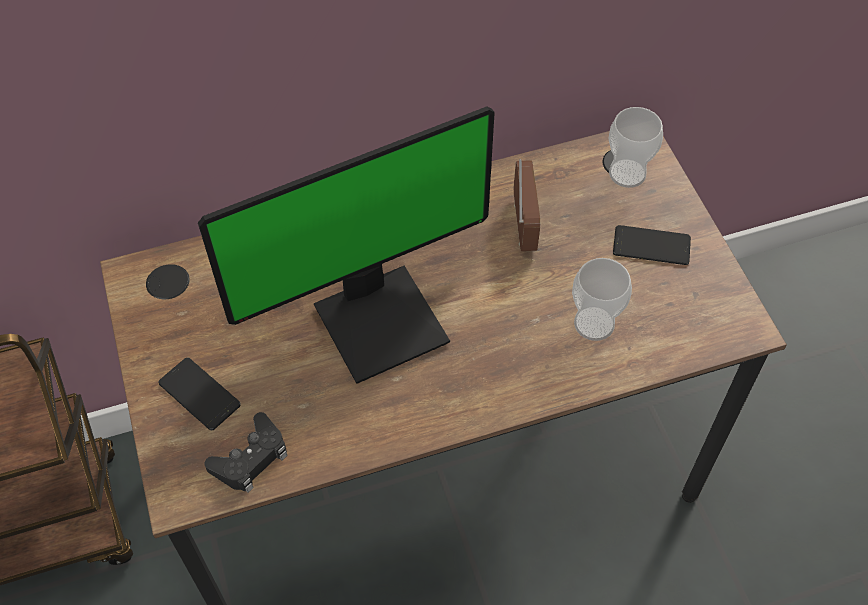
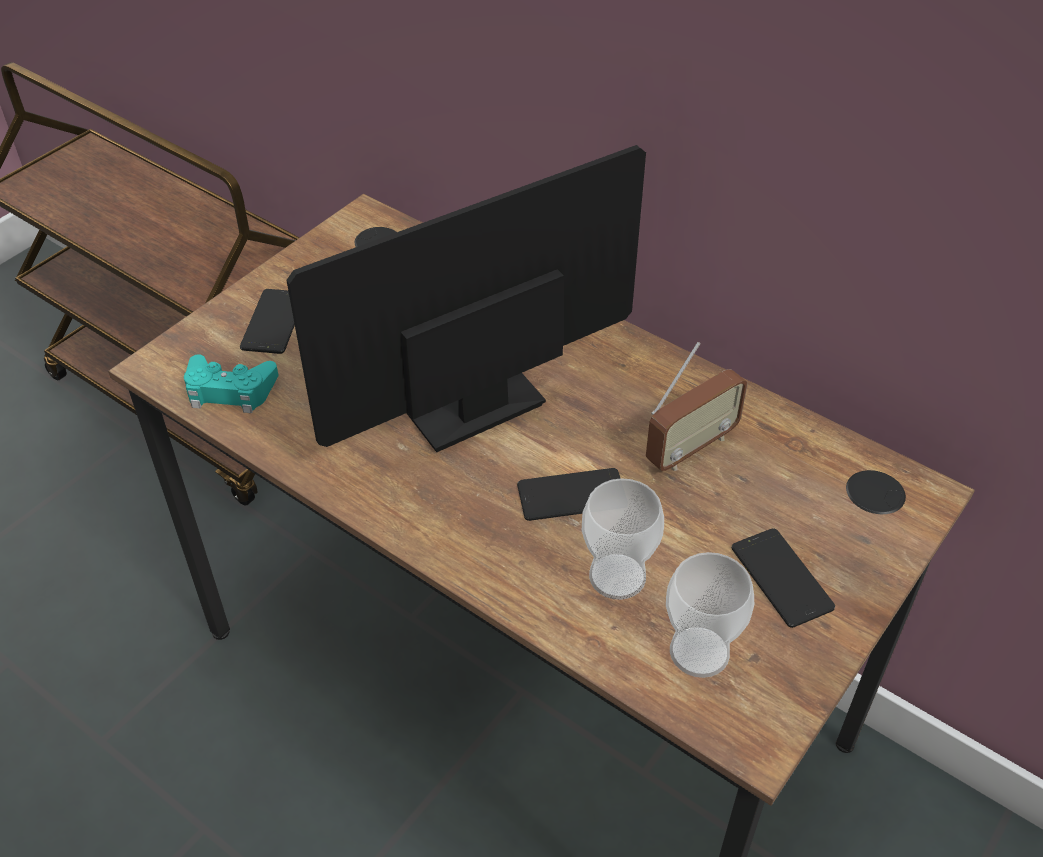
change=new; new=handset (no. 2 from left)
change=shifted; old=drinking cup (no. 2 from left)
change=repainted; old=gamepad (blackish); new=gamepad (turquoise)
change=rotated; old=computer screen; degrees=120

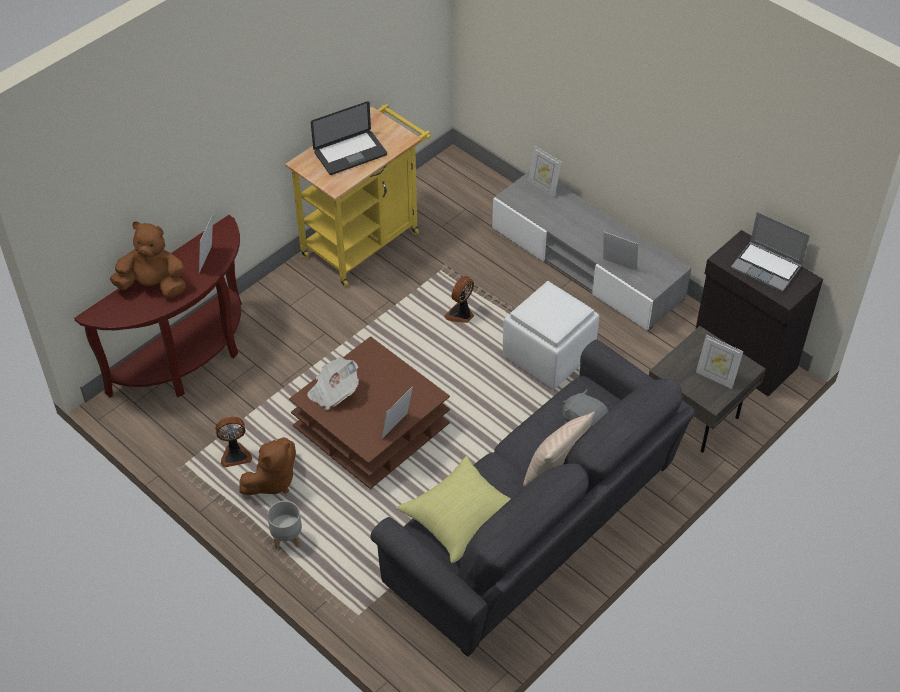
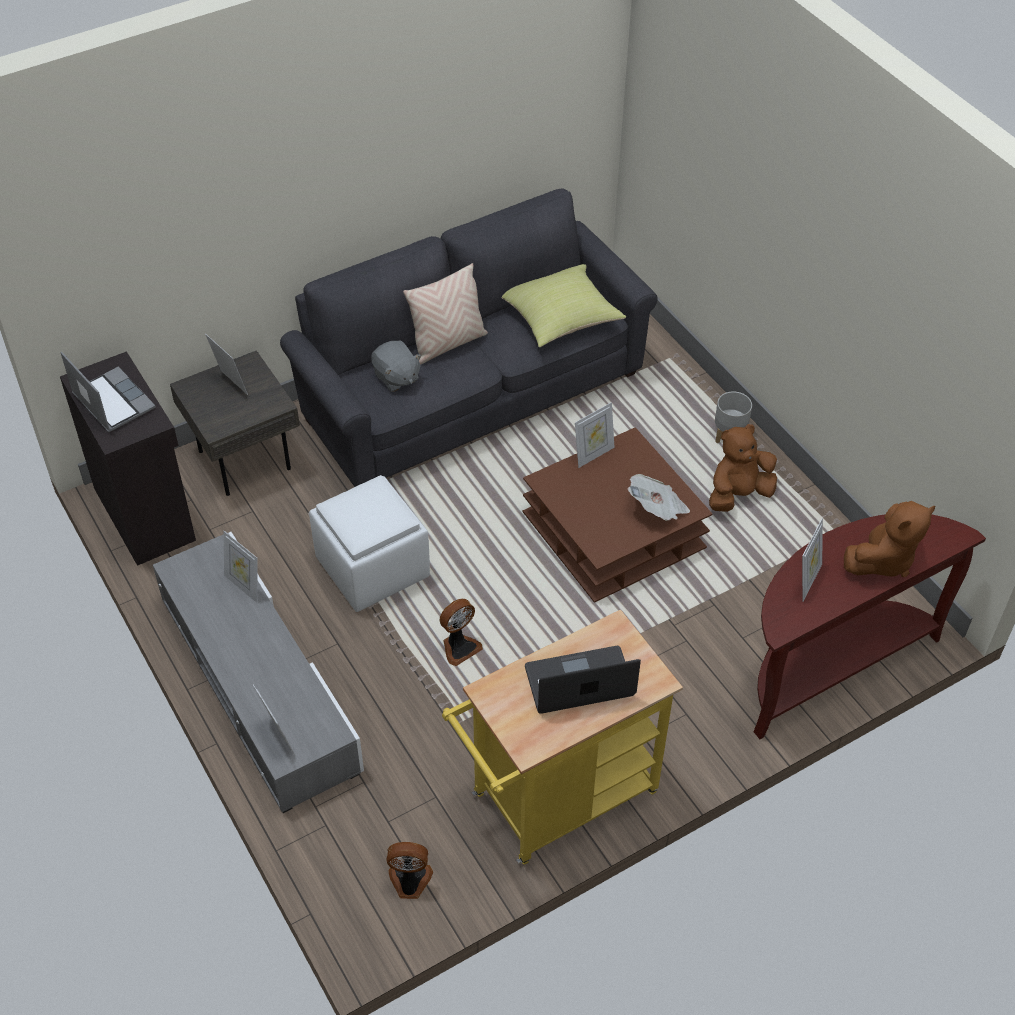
change=shifted; old=electric fan (no. 1 from left)
change=rotated; old=soft toy (brown) (no. 1 from left in the first image); degrees=-60

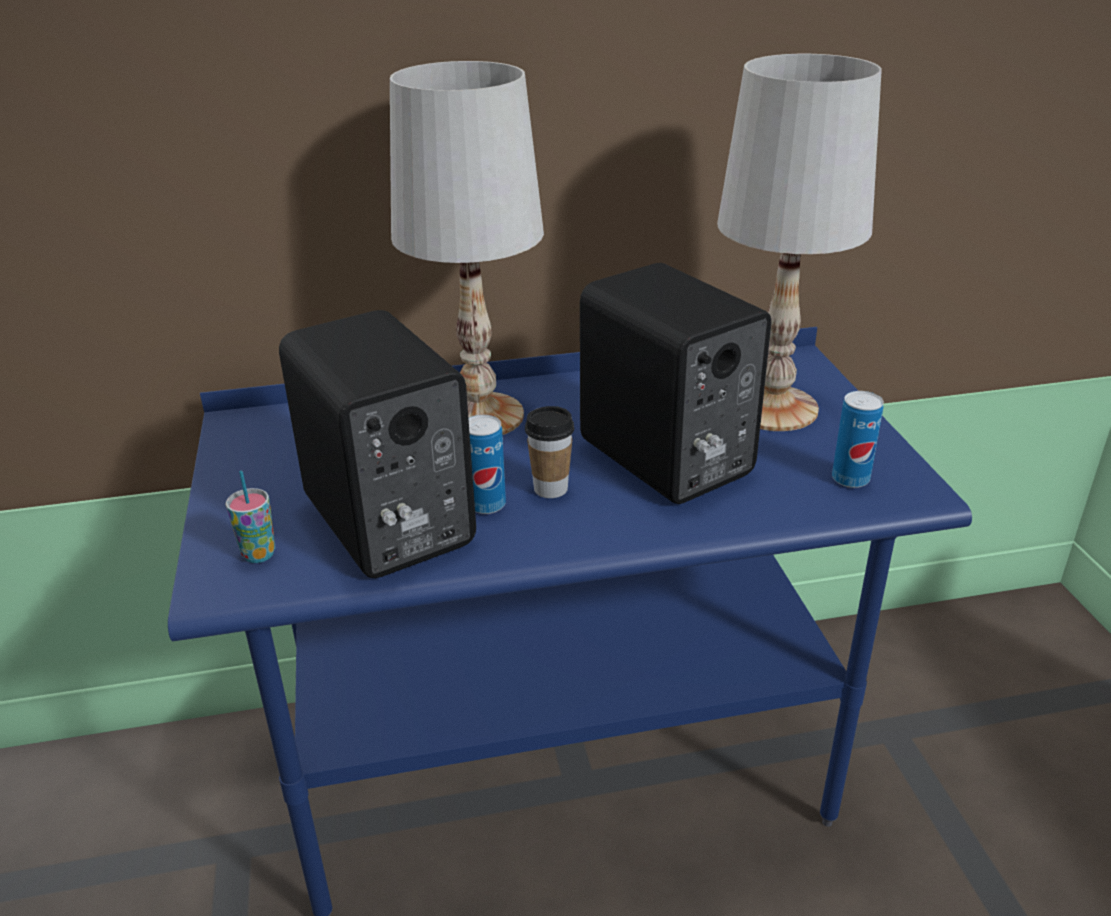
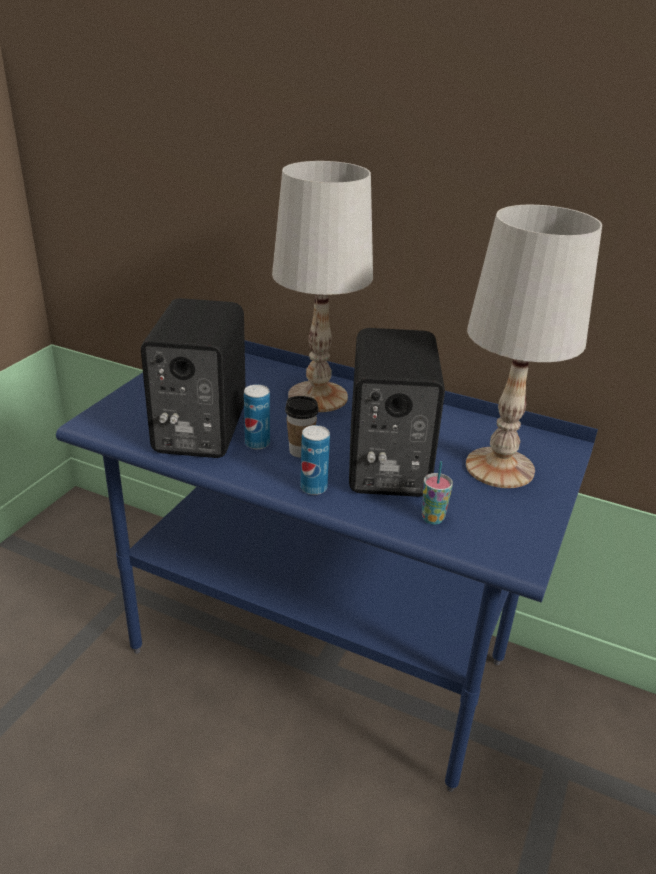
change=shifted; old=drinking cup (no. 1 from left in the first image); new=drinking cup (no. 2 from left)
change=shifted; old=sealed can (no. 2 from left)

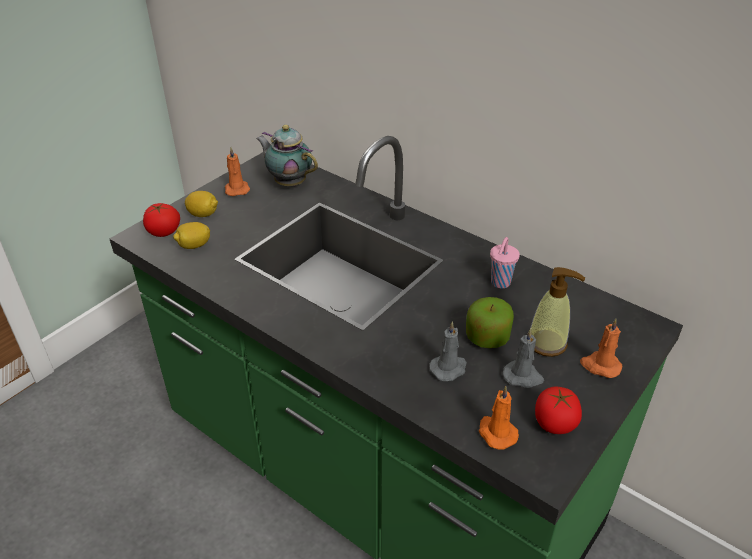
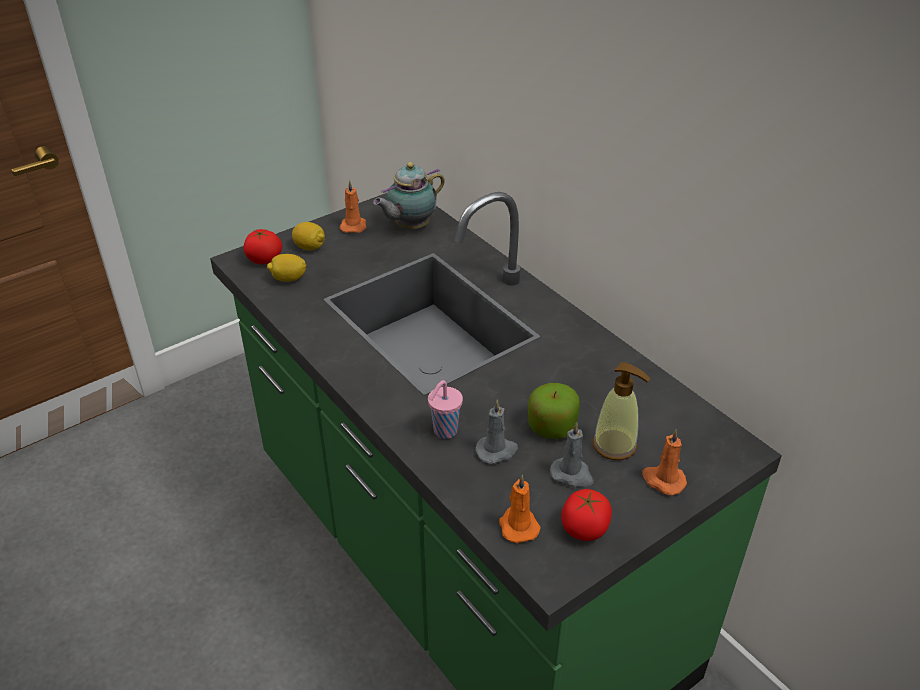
change=shifted; old=drinking cup (pinkish)
change=rotated; old=pot for tea; degrees=-90

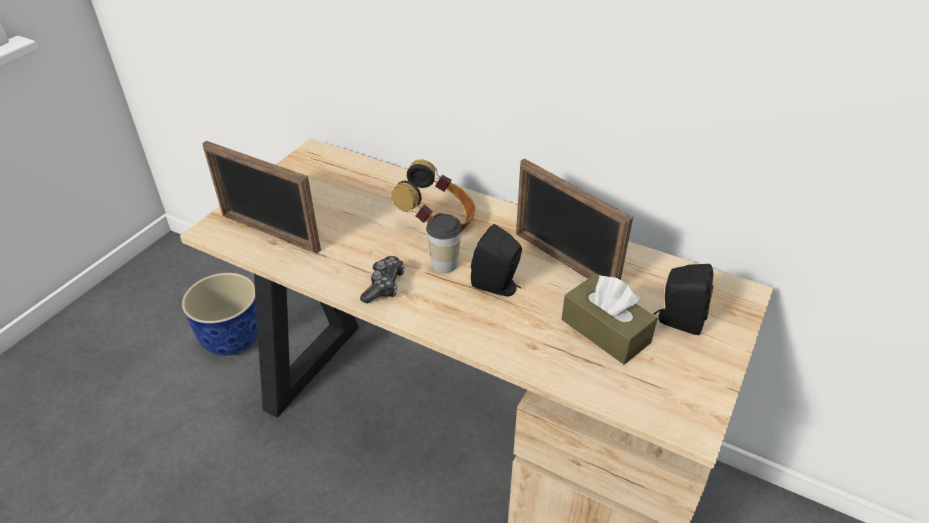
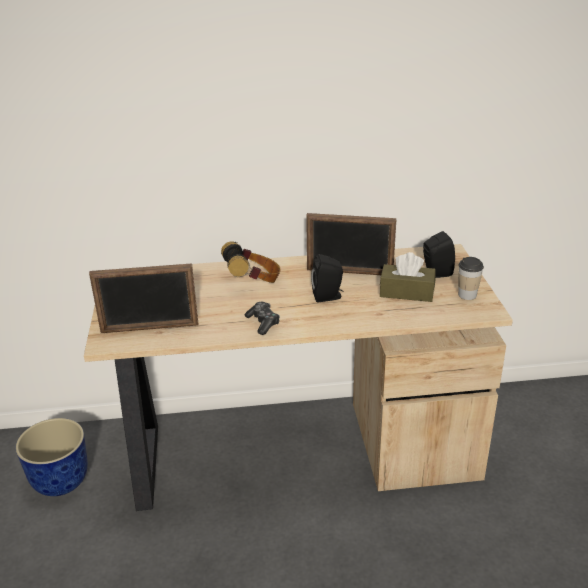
change=shifted; old=drinking cup

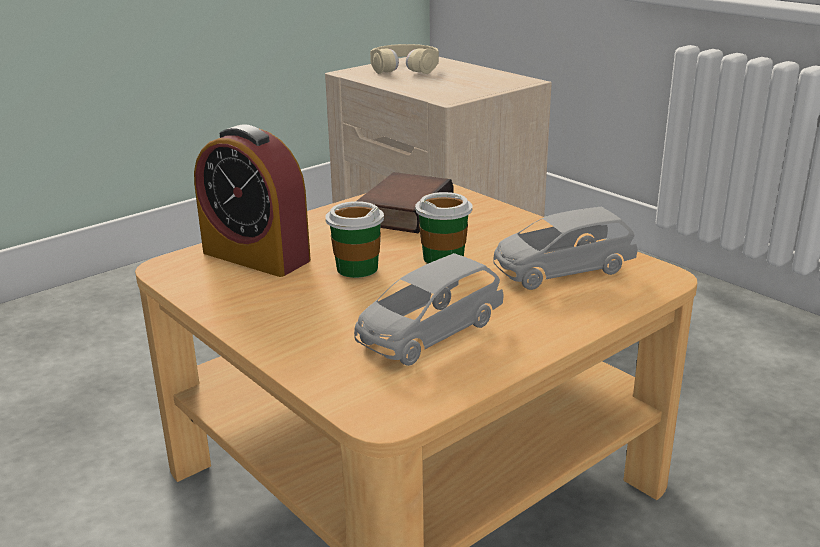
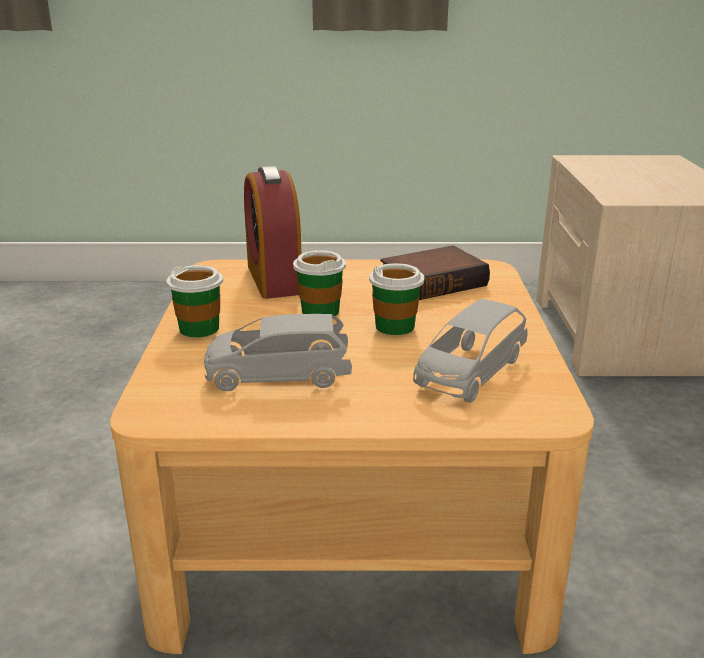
change=gone; old=headset (sand-coloured)
change=new; new=drinking cup (no. 1 from left)
change=rotated; old=miniature car (grey) (no. 2 from left); degrees=-75

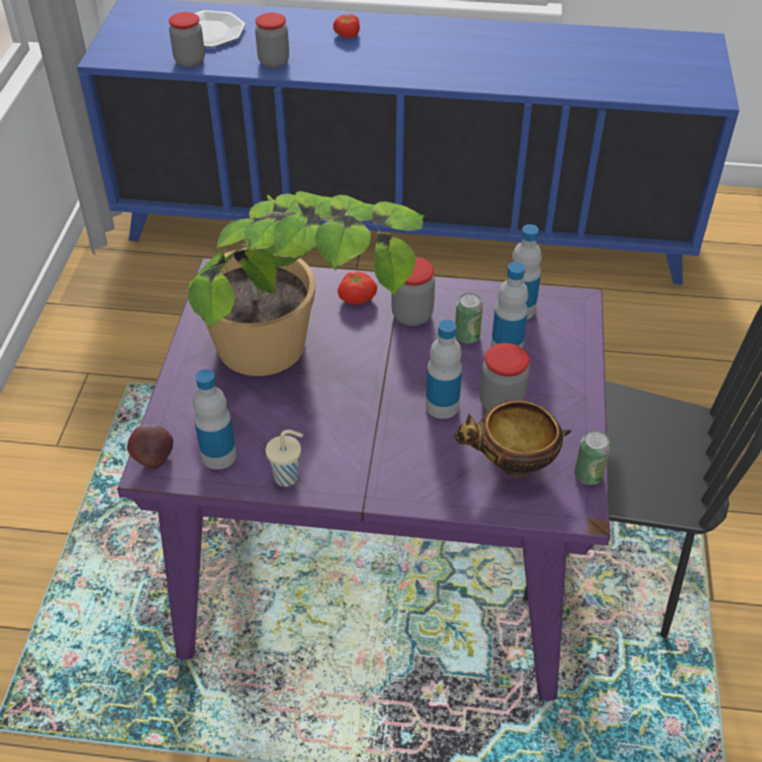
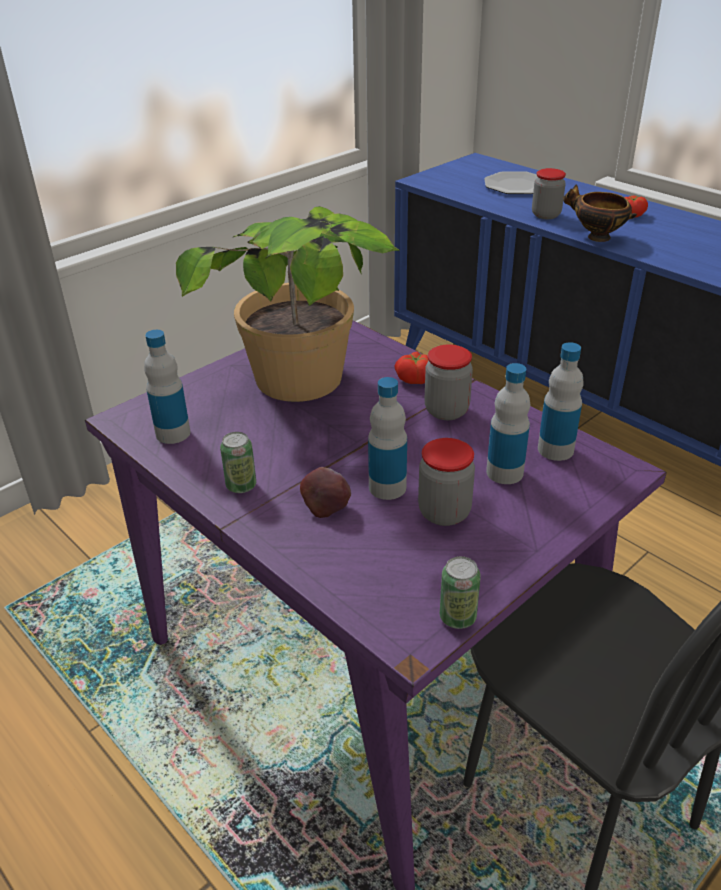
change=gone; old=storage jar (no. 1 from left)
change=gone; old=drinking cup (sand-coloured)
change=shifted; old=apple fruit
change=shifted; old=deep dish
change=shifted; old=sealed can (no. 1 from left)

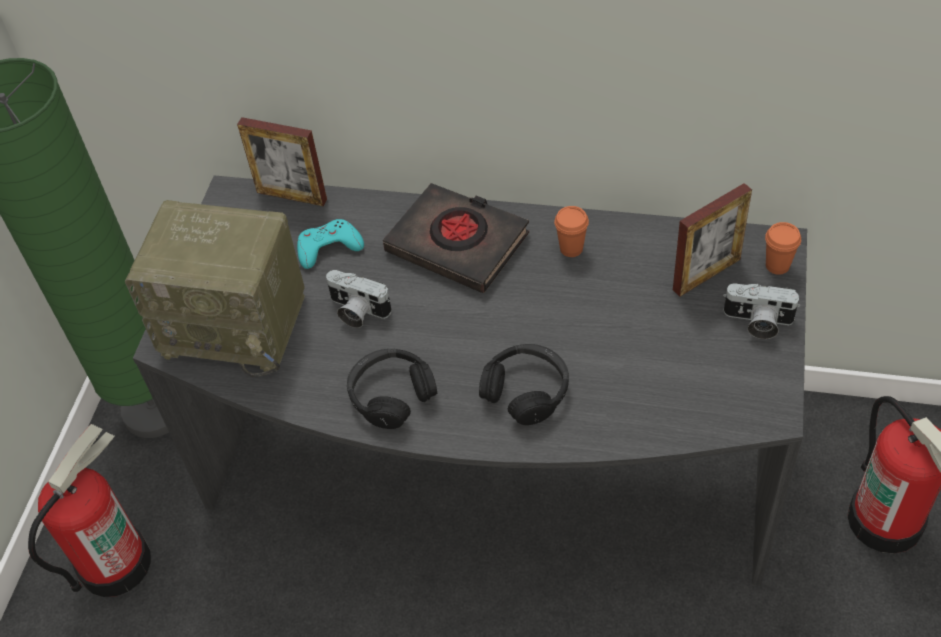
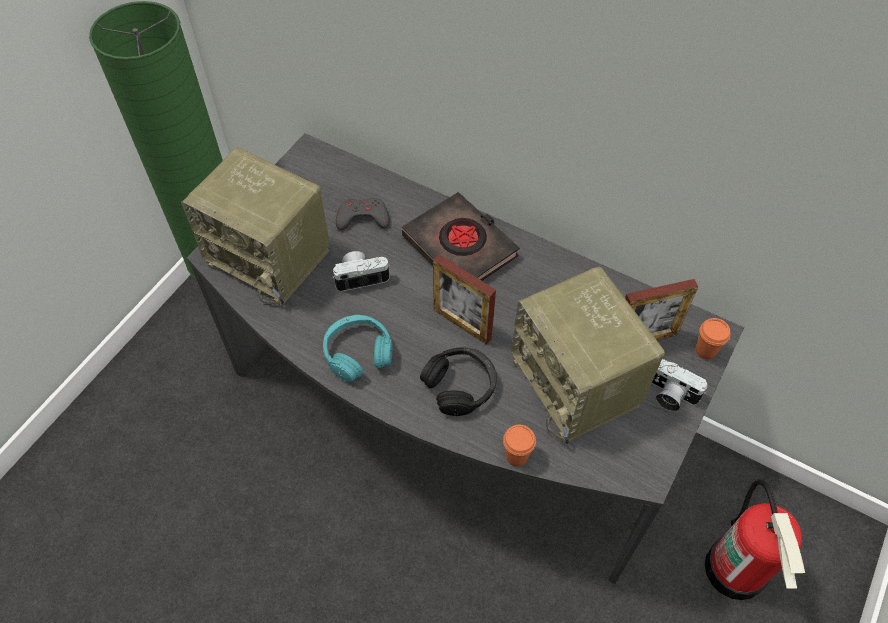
change=gone; old=fire-fighting cylinder (no. 1 from left)
change=new; new=radio (no. 2 from left)
change=shifted; old=photo frame (no. 1 from left)
change=shifted; old=drinking cup (orange) (no. 1 from left)
change=repainted; old=gamepad (turquoise); new=gamepad (grey)
change=repainted; old=headset (blackish) (no. 1 from left); new=headset (turquoise)
change=rotated; old=photo camera (no. 1 from left); degrees=120

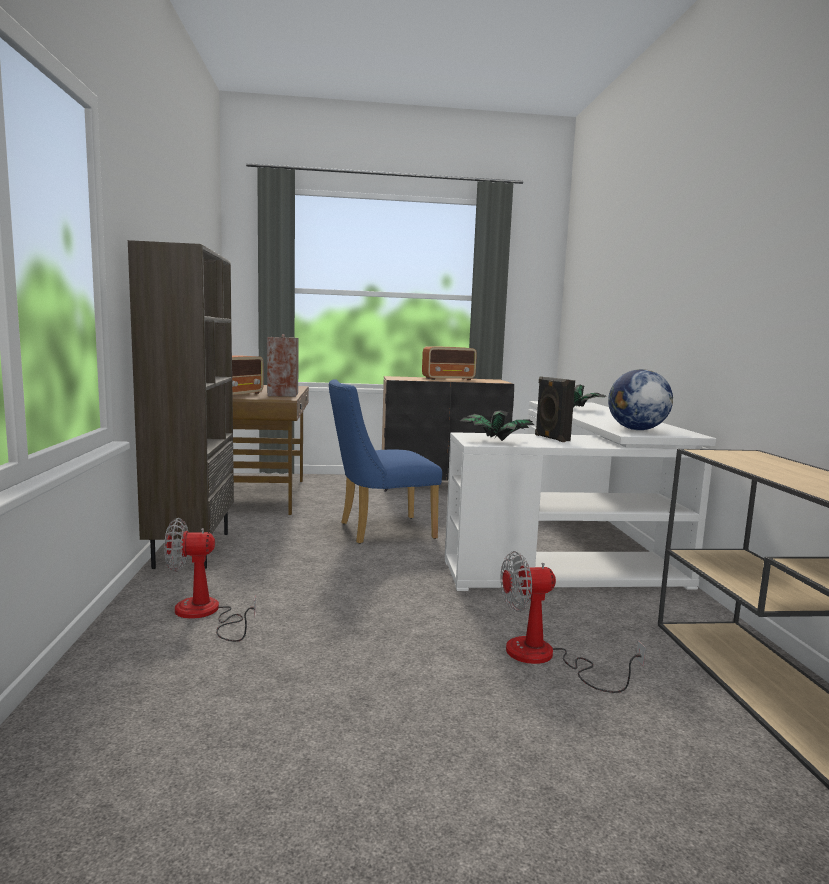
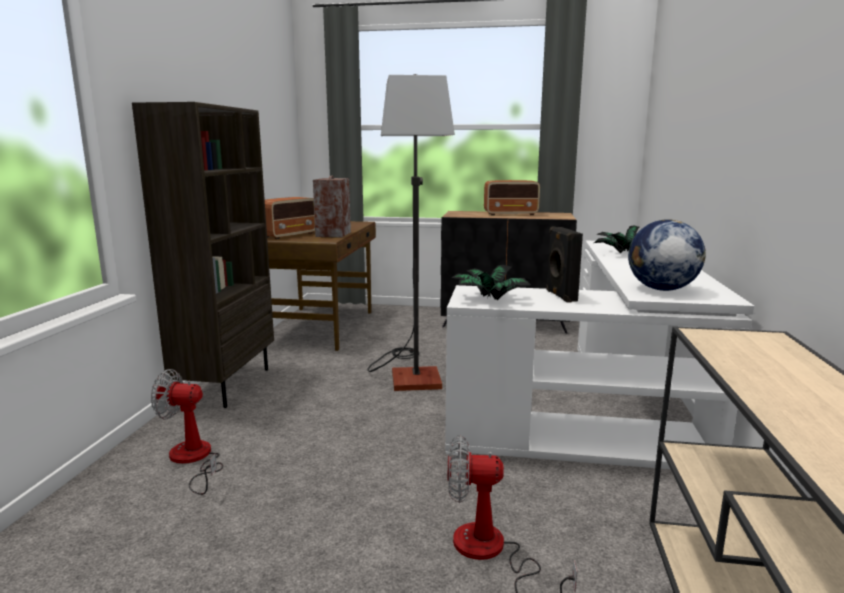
change=swapped; old=plain chair (bluish); new=standing lamp

